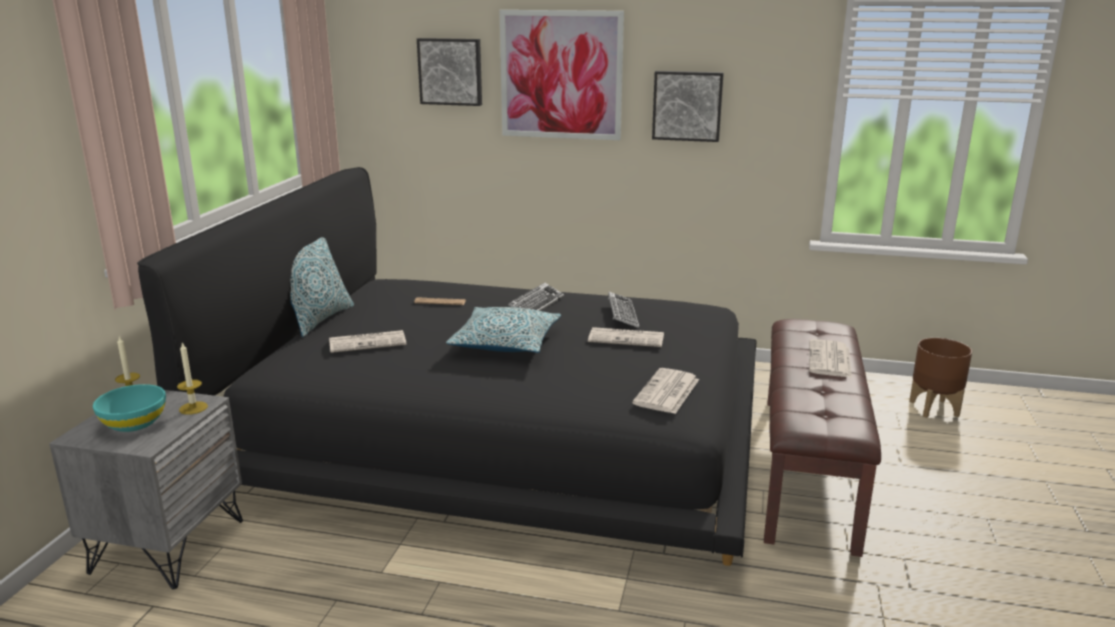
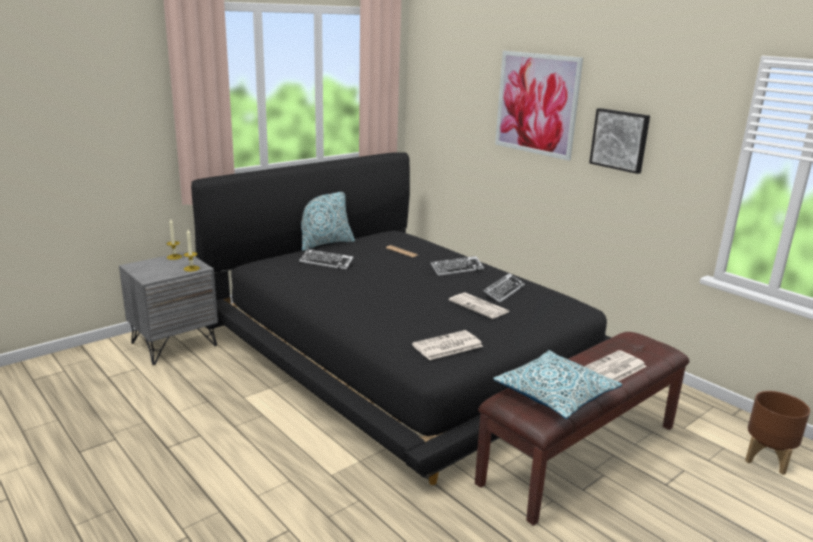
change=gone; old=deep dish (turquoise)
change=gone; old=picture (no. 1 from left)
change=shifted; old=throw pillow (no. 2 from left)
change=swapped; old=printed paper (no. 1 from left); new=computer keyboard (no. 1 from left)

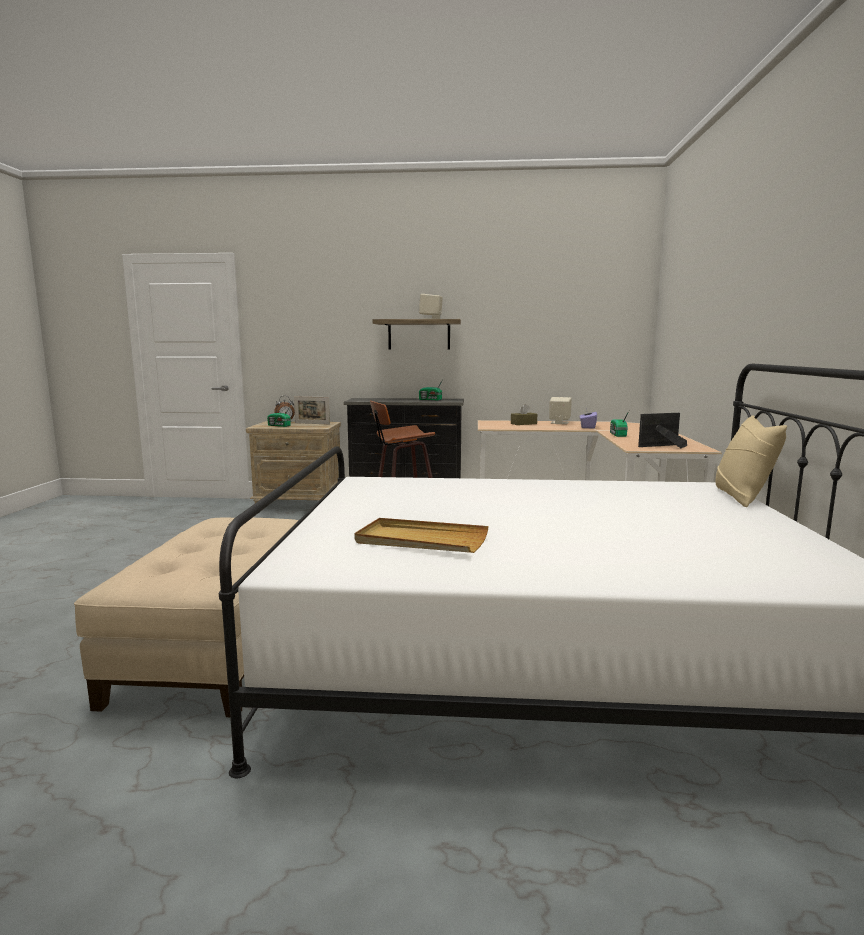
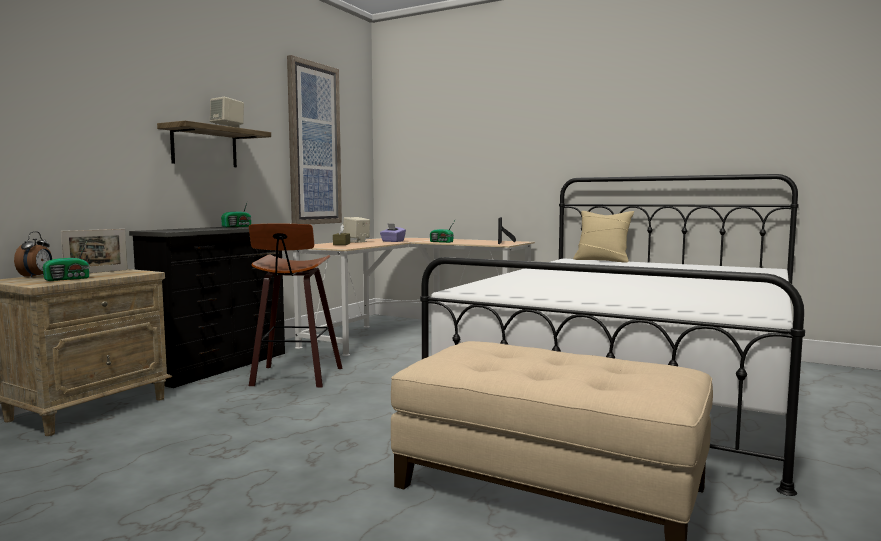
change=gone; old=carrying tray (sand-coloured)
change=new; new=picture

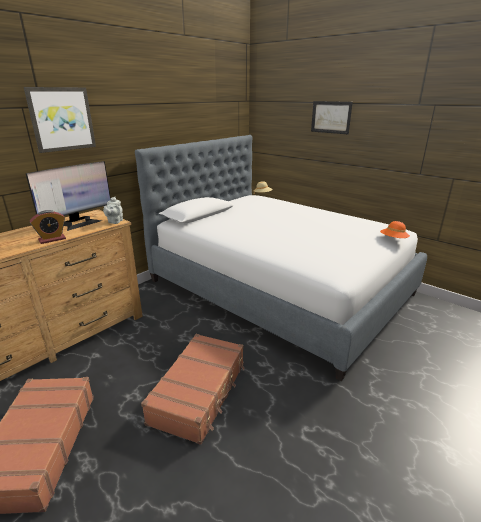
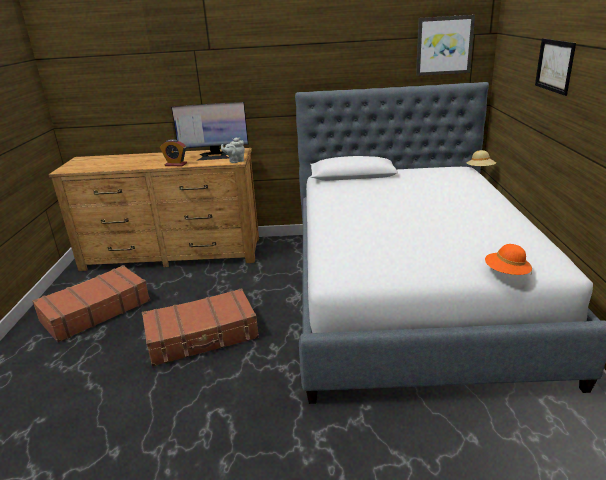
change=shifted; old=picture (no. 1 from left)

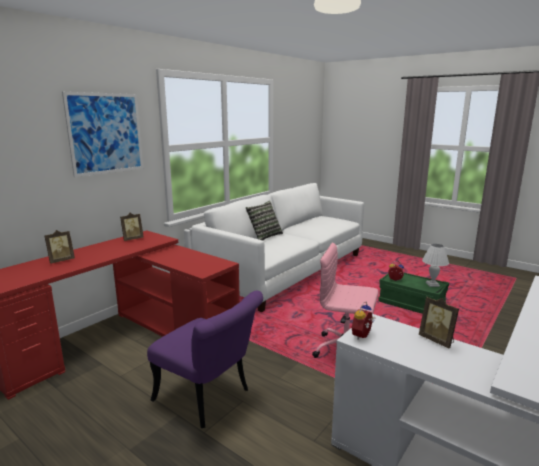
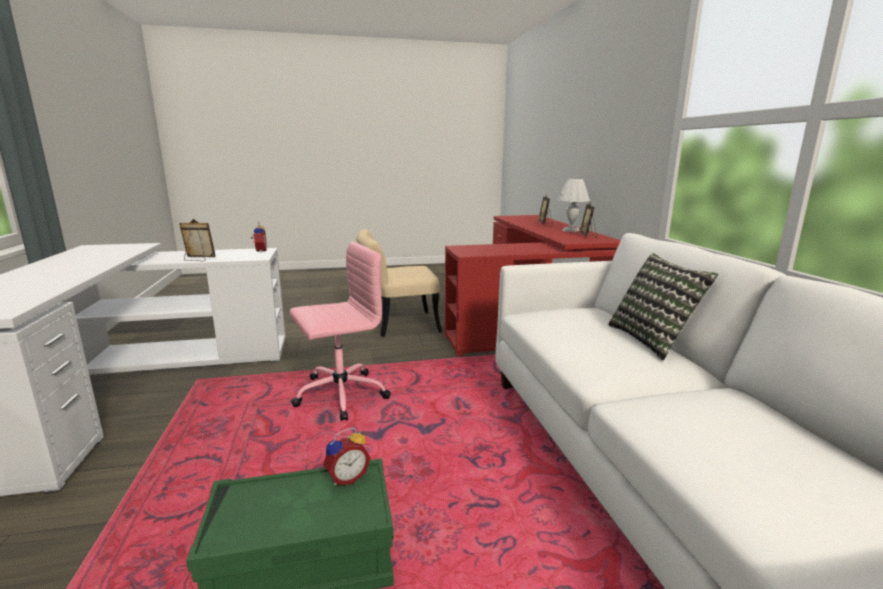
change=gone; old=picture
change=shifted; old=lamp for a table (white-coloured)
change=repainted; old=plain chair (purple-coloured); new=plain chair (sand-coloured)

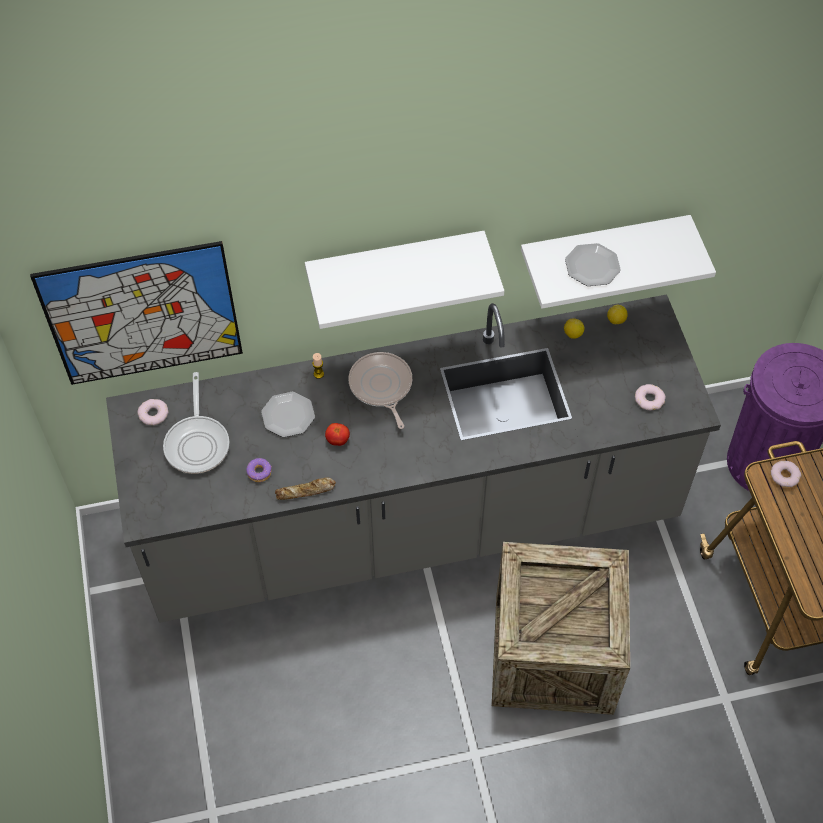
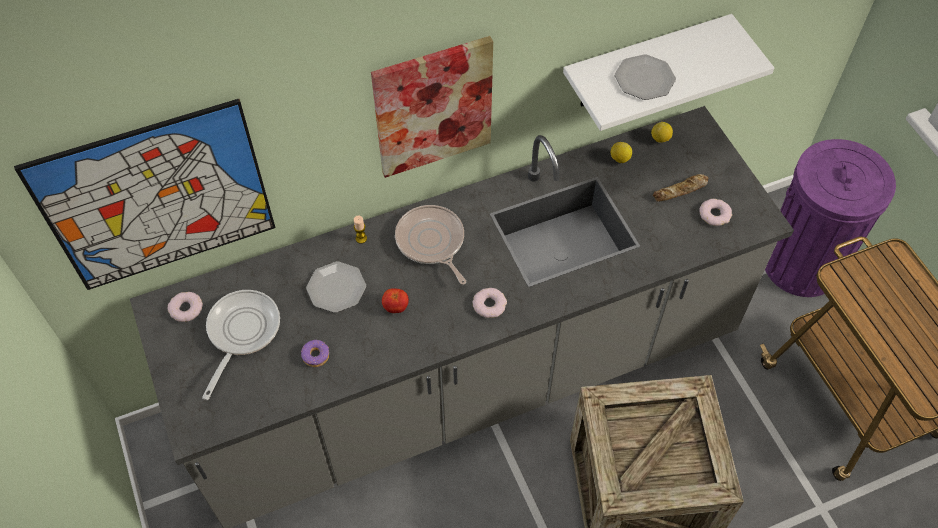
change=shifted; old=bakery bread
change=shifted; old=doughnut (no. 4 from left in the first image); new=doughnut (no. 3 from left)
change=swapped; old=shelf (white-coloured) (no. 1 from left); new=picture (no. 2 from left)
change=rotated; old=frying pan (no. 1 from left); degrees=-150

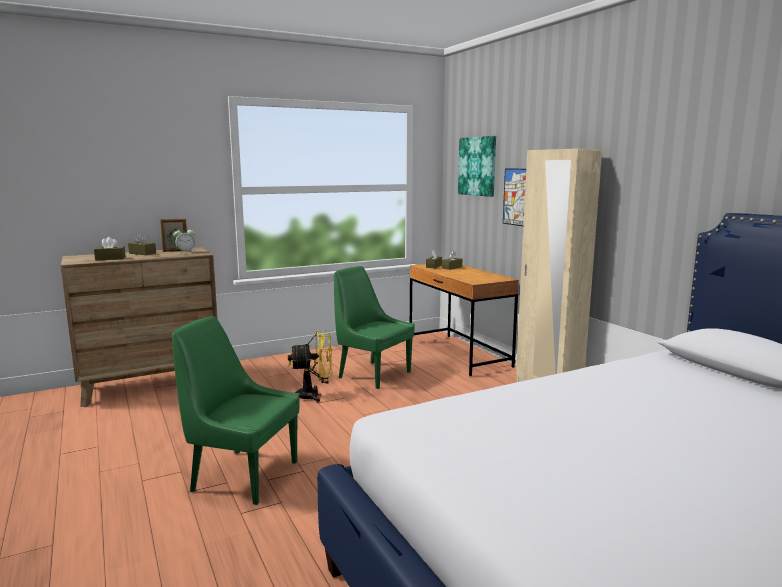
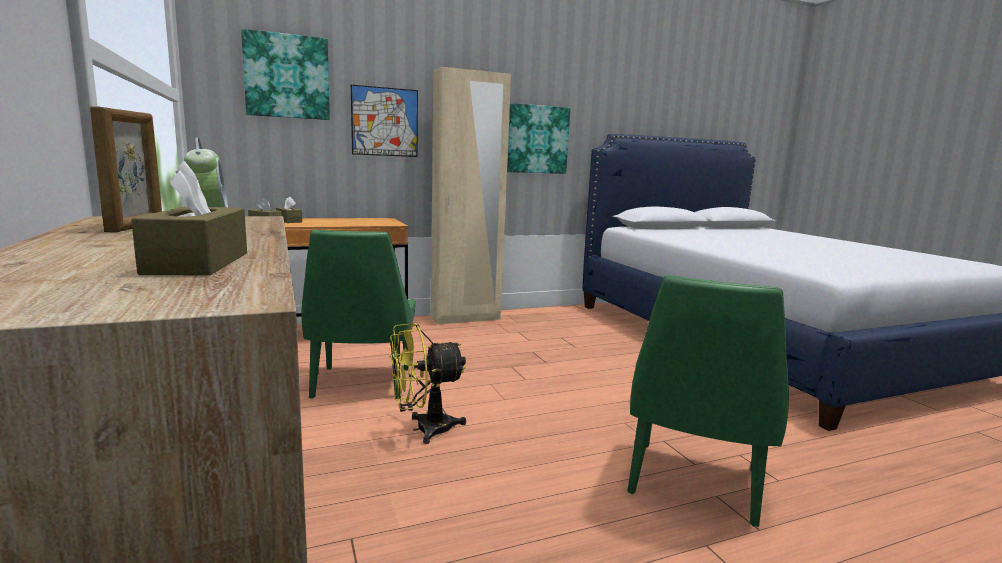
change=gone; old=box of tissues (brown) (no. 2 from left)
change=new; new=picture (no. 3 from left)
change=rotated; old=electric fan (yellow); degrees=-105
change=rotated; old=plain chair (green) (no. 2 from left in the first image); degrees=-45

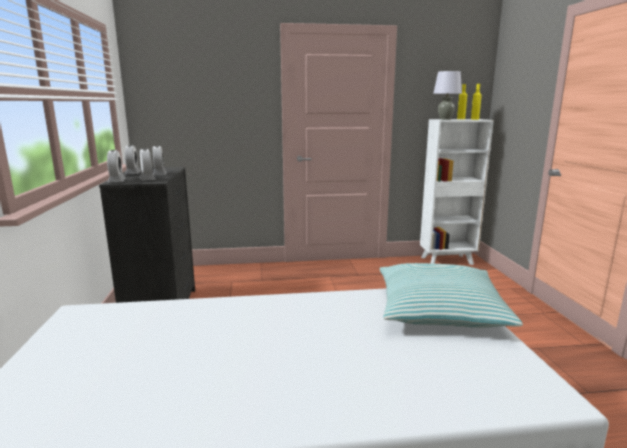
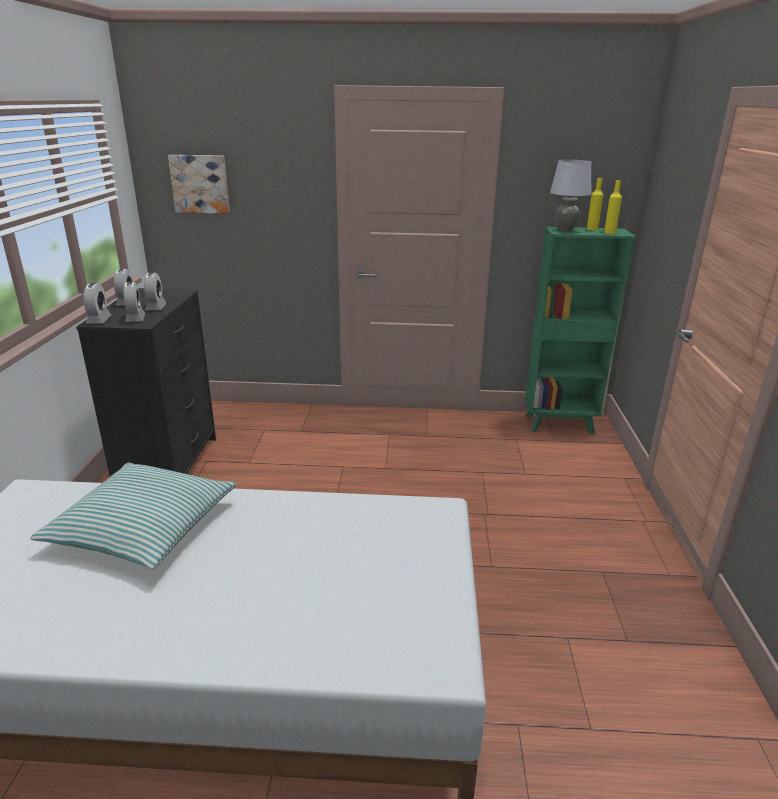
change=new; new=picture
change=shifted; old=throw pillow
change=repainted; old=bookcase (white-coloured); new=bookcase (green)

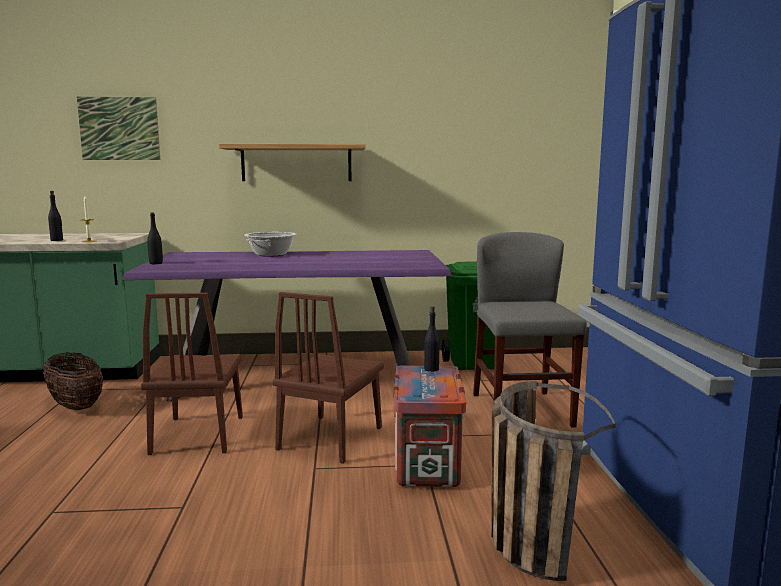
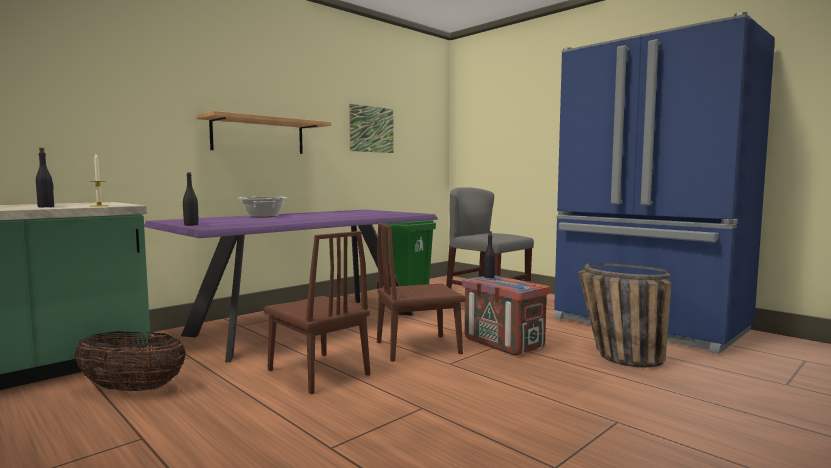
change=shifted; old=picture
change=rotated; old=plain chair (brown) (no. 2 from left); degrees=90

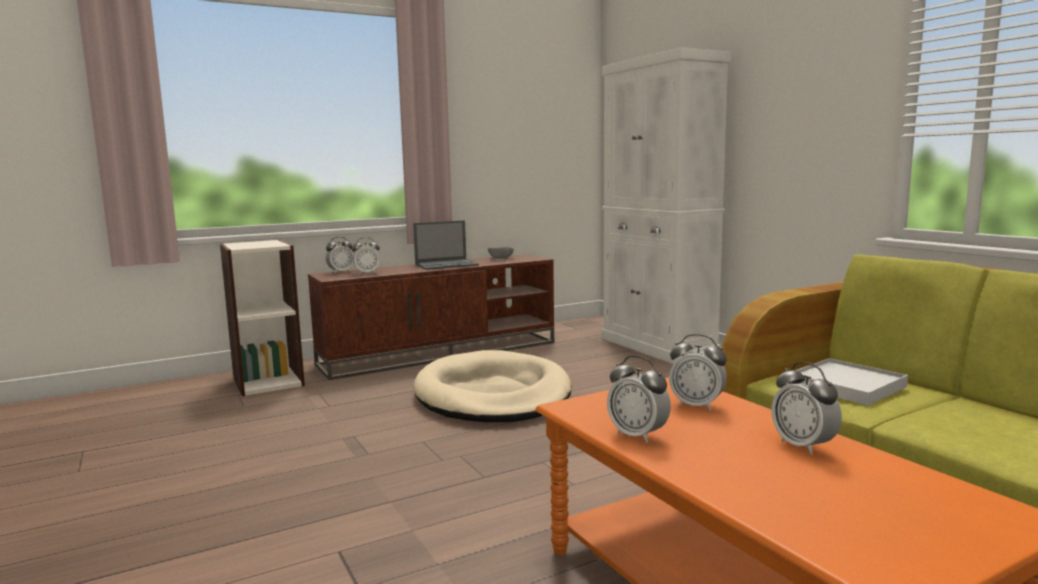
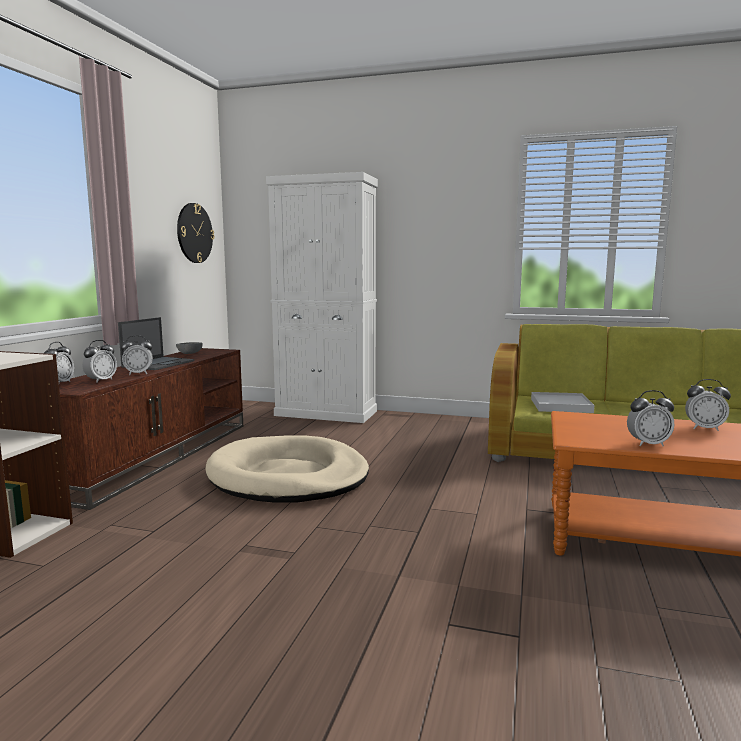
change=new; new=wall clock
change=shifted; old=alarm clock (no. 4 from left in the first image); new=alarm clock (no. 3 from left)

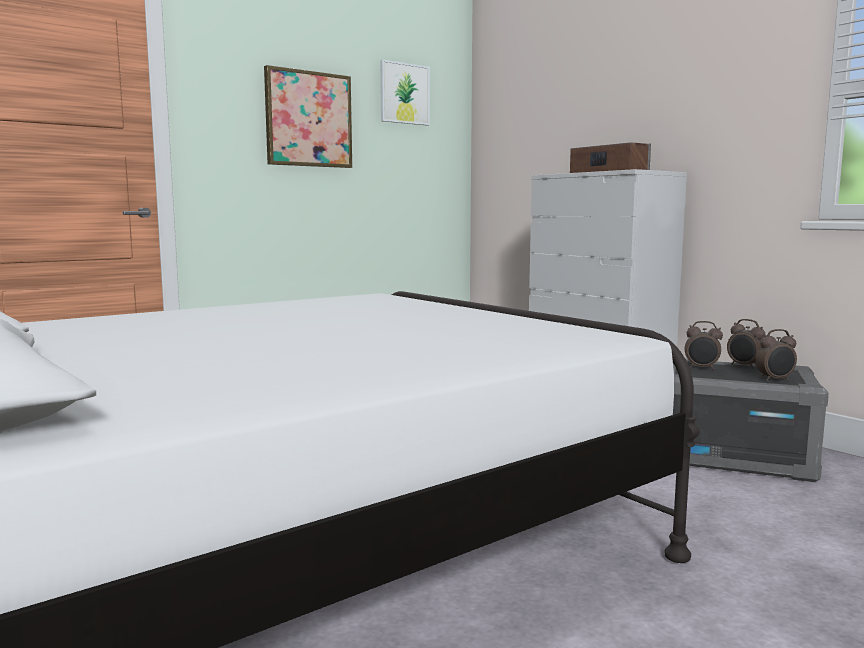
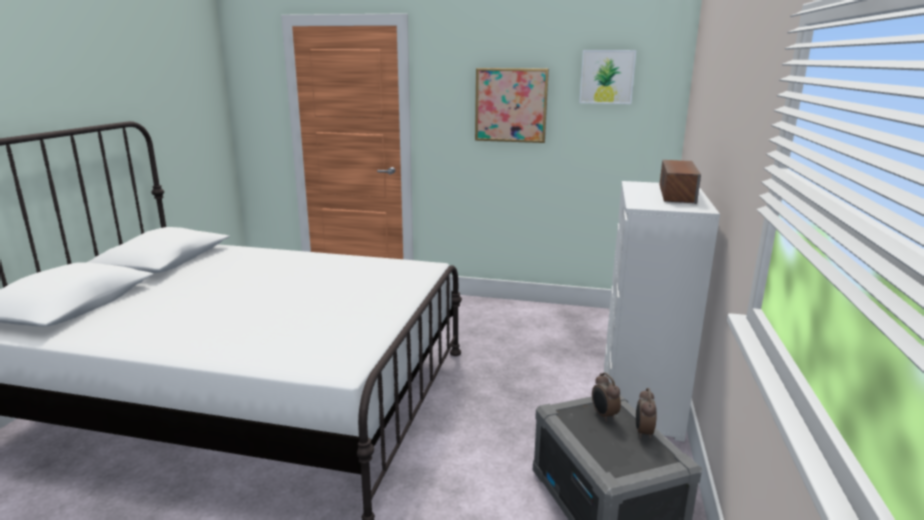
change=gone; old=alarm clock (no. 3 from left)

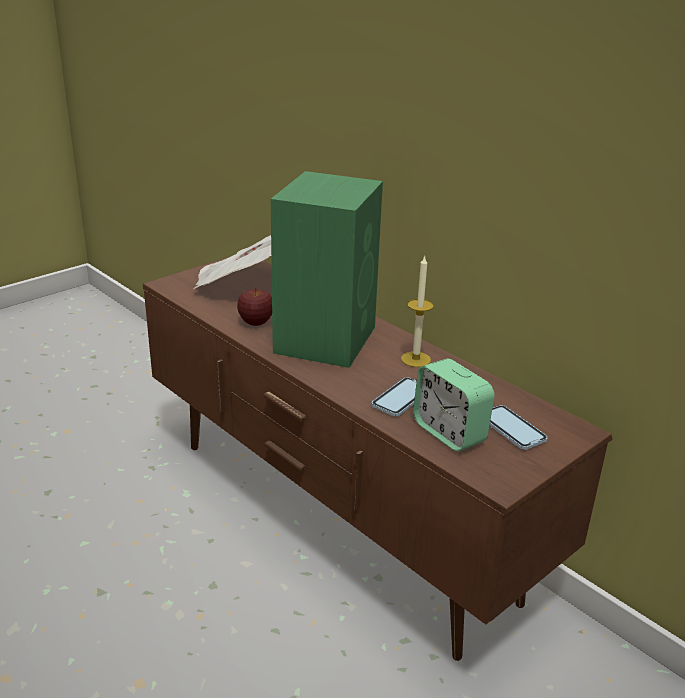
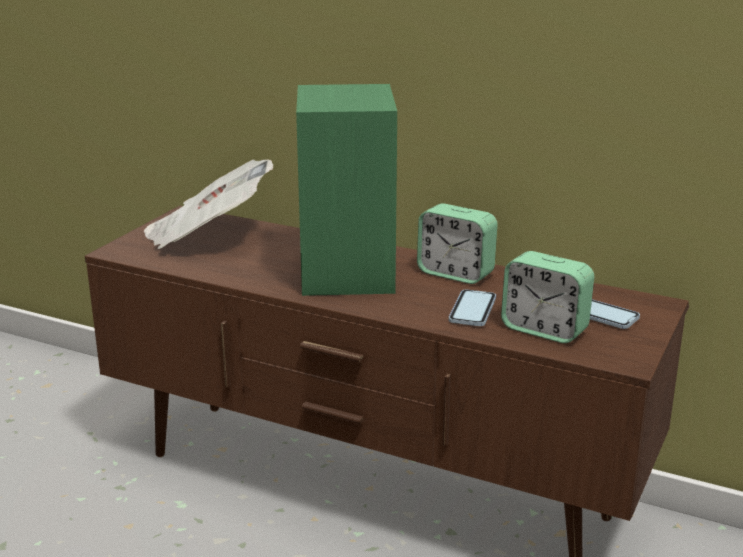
change=gone; old=apple fruit
change=swapped; old=candle; new=alarm clock (no. 1 from left)

